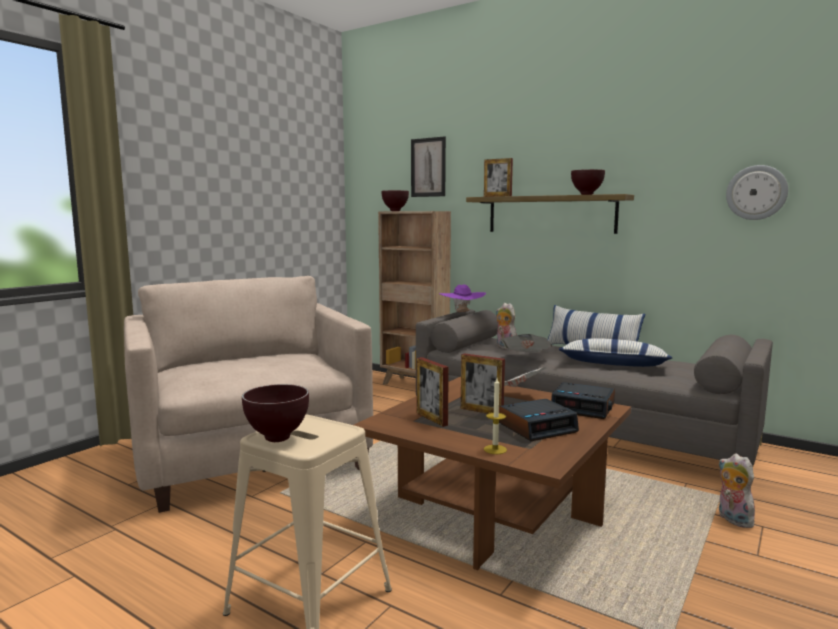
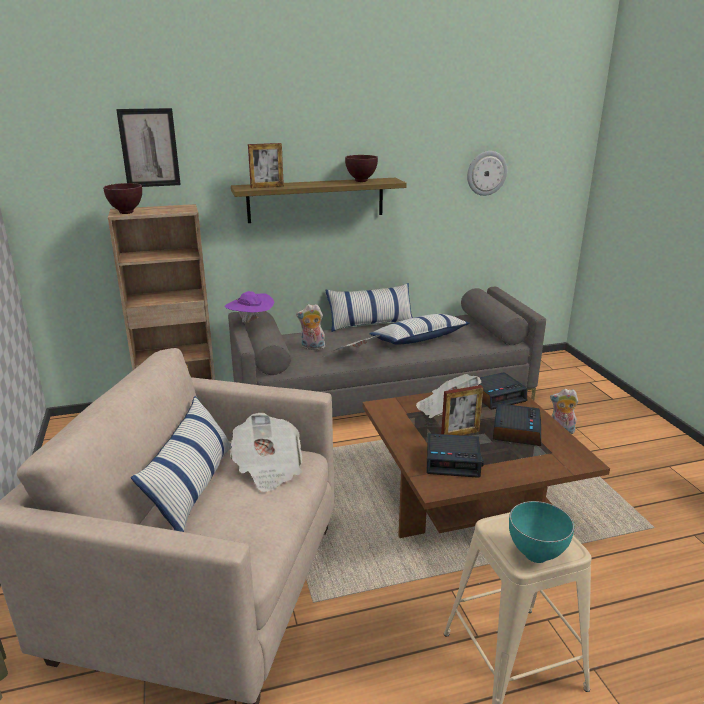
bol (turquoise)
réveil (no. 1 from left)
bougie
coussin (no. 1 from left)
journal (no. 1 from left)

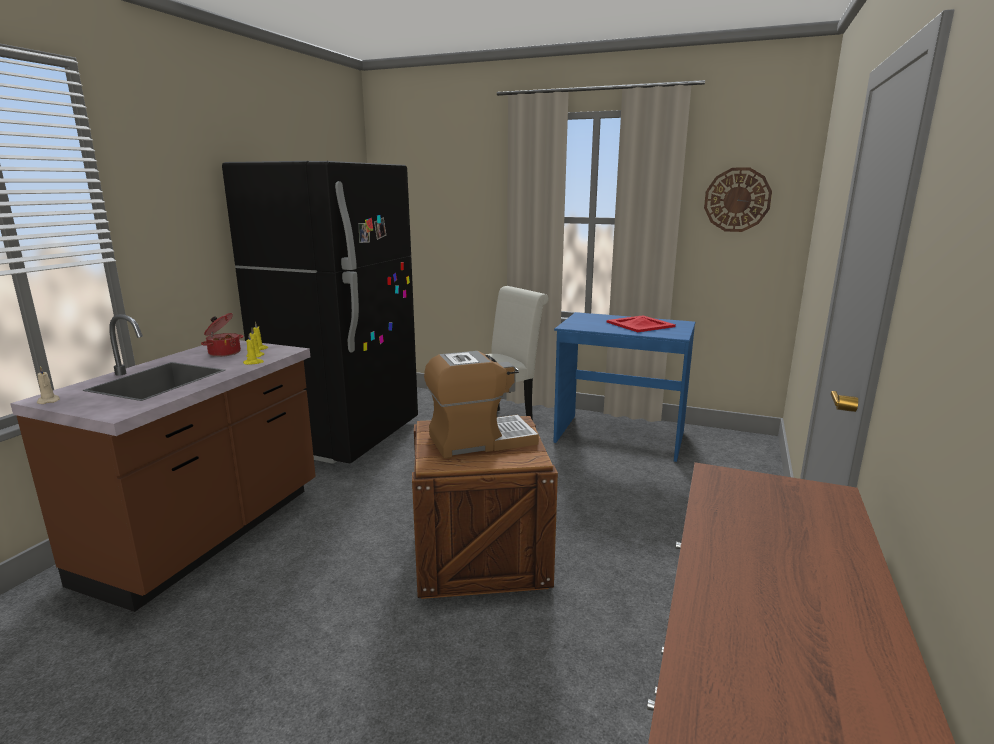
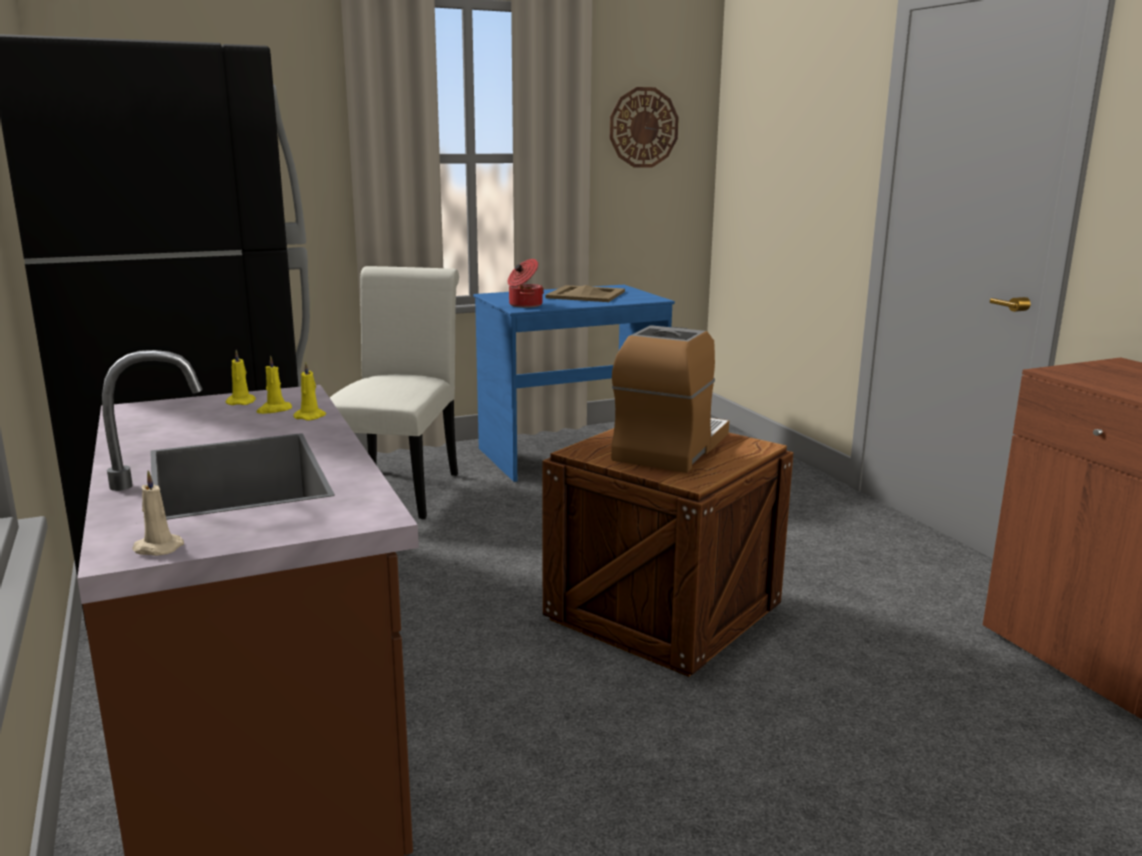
marmite
plateau (beige)

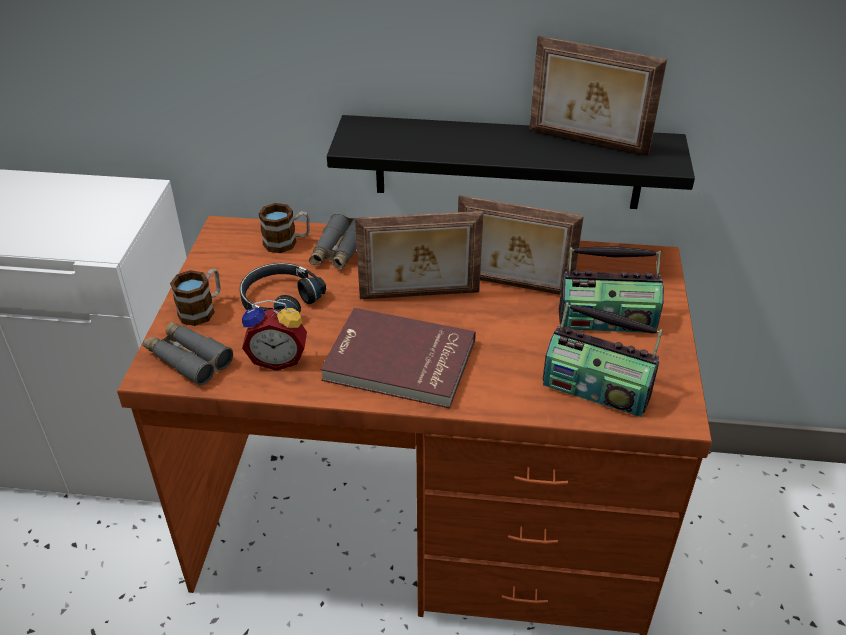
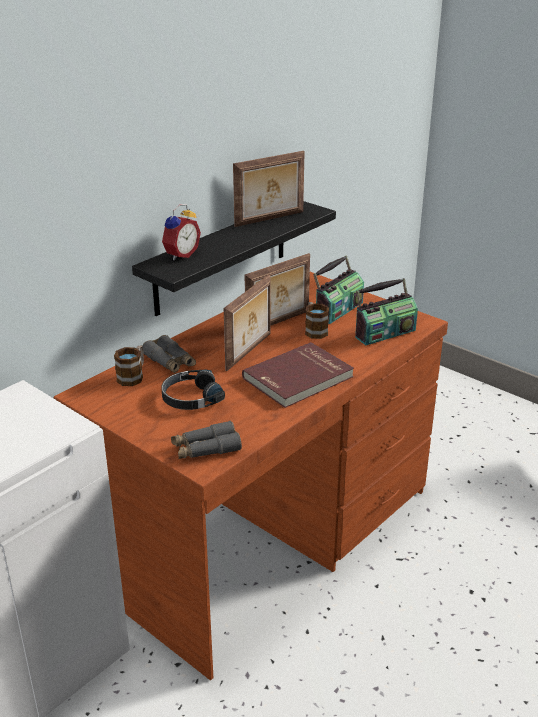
mug (no. 2 from left)
réveil

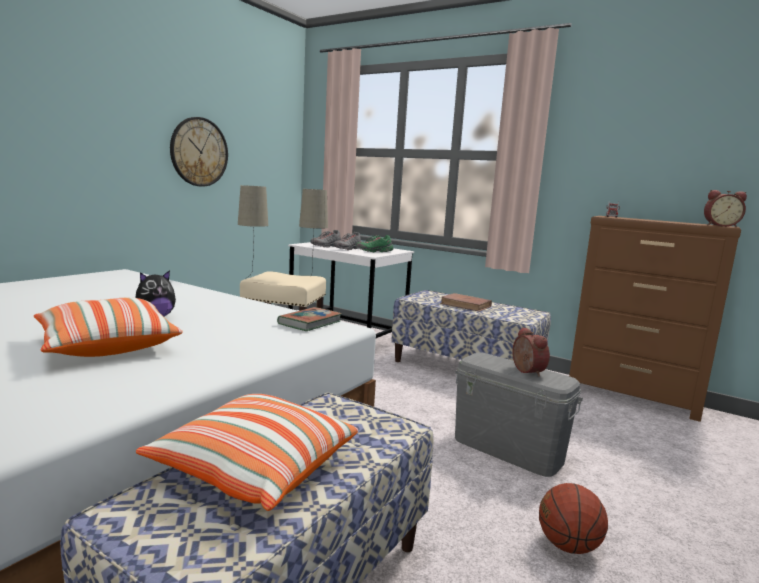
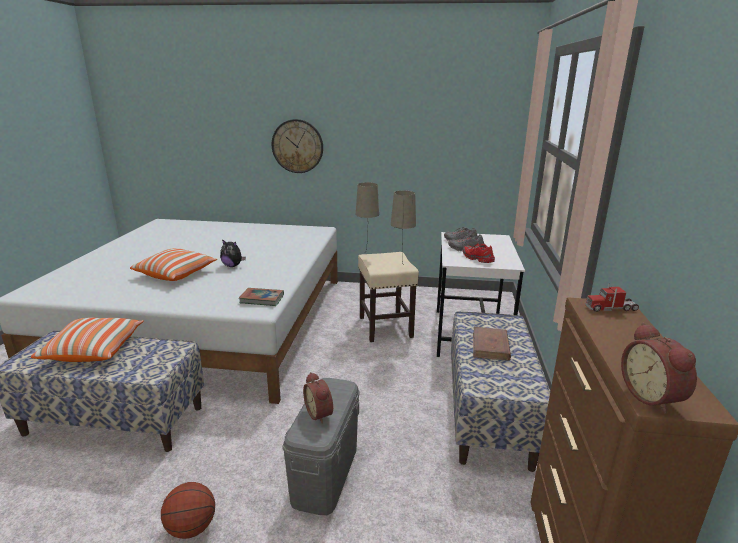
horloge murale
chaussure (rouge)
réveil (no. 1 from left)

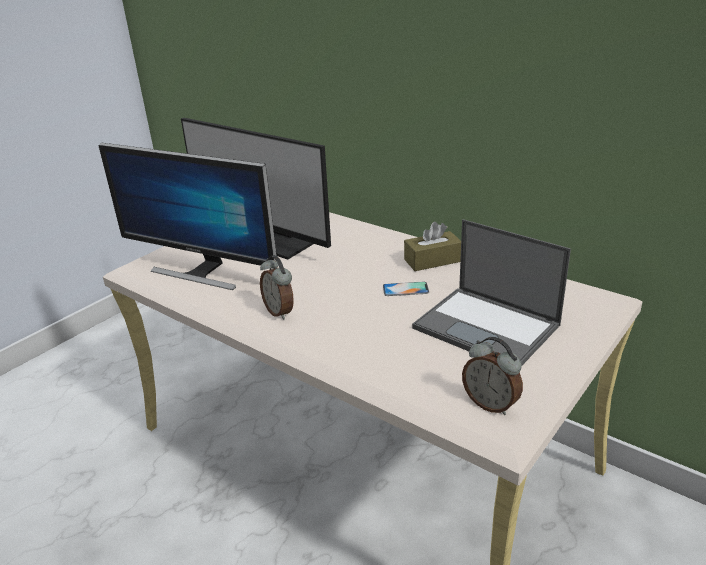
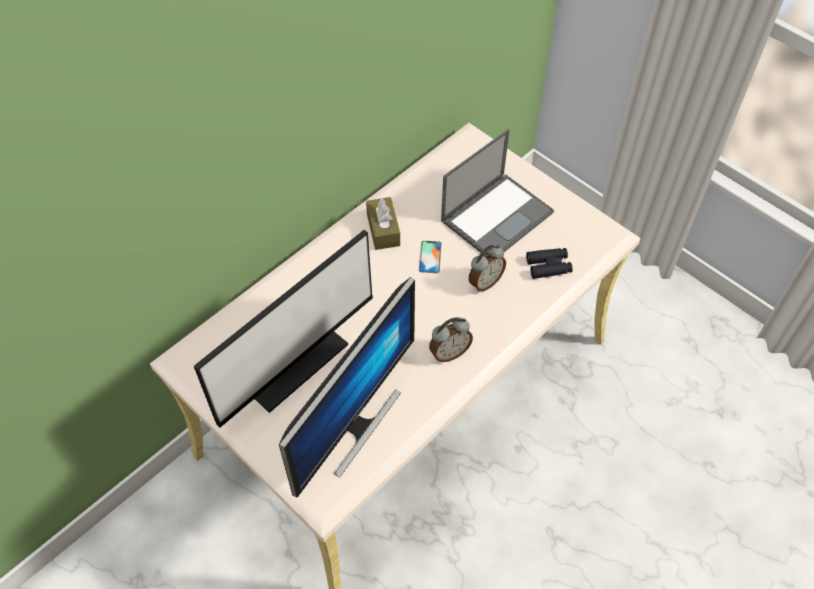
réveil (no. 2 from left)
jumelles (noir)

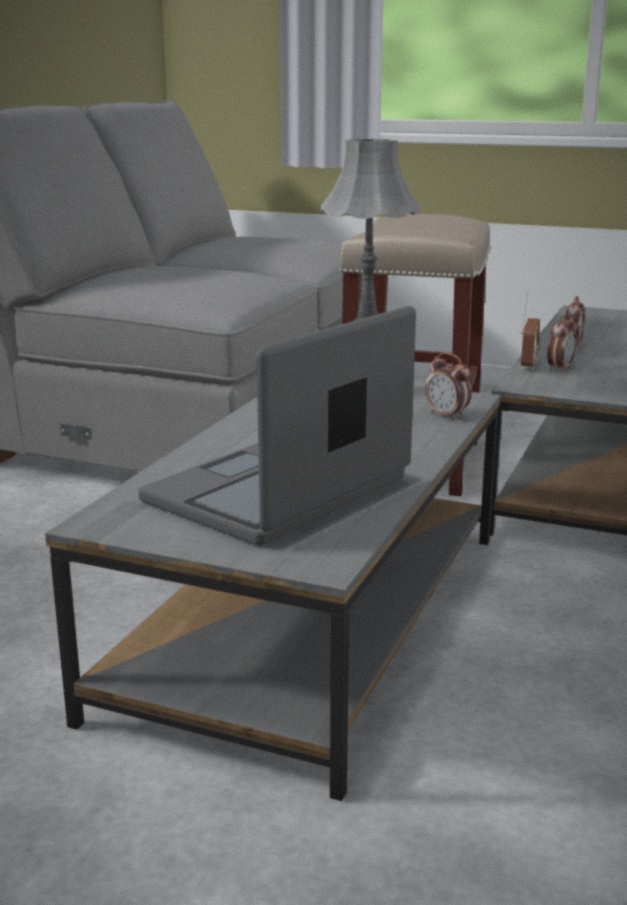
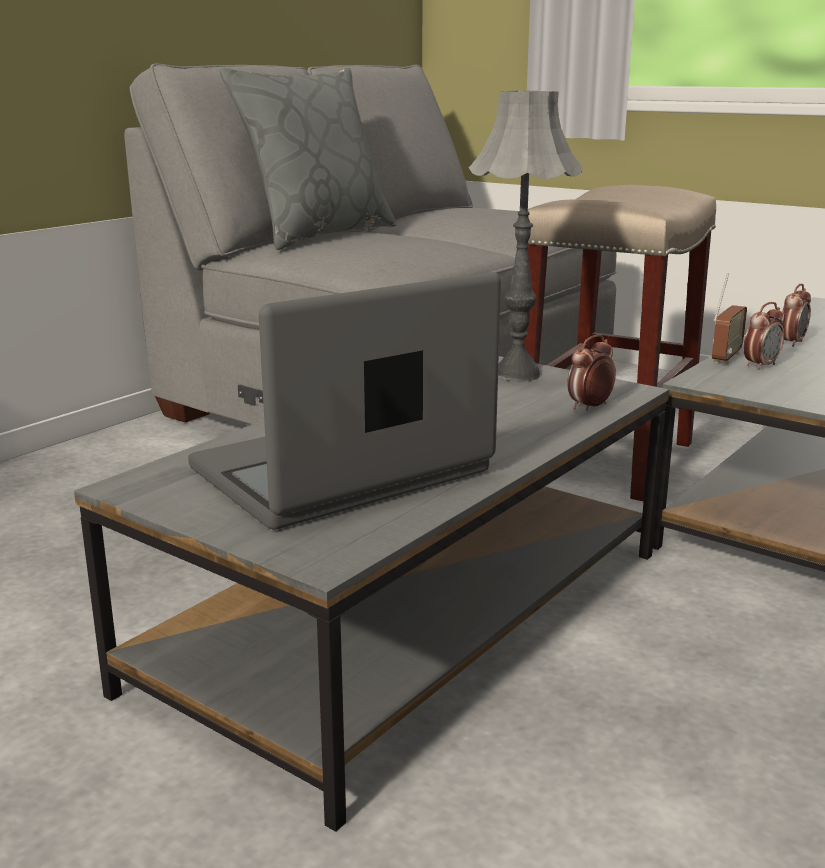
réveil (no. 1 from left)
coussin (gris)

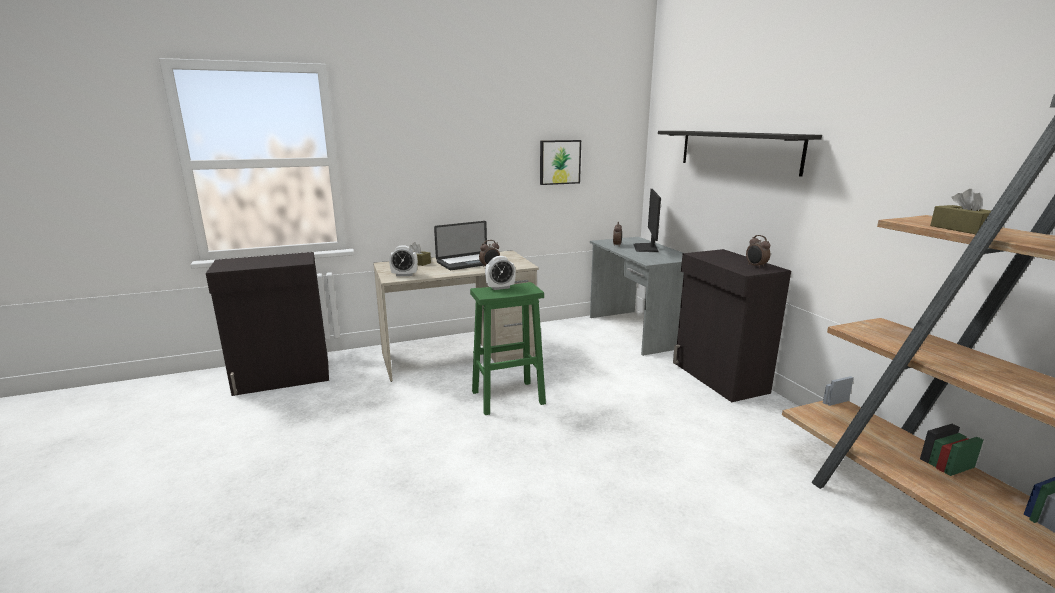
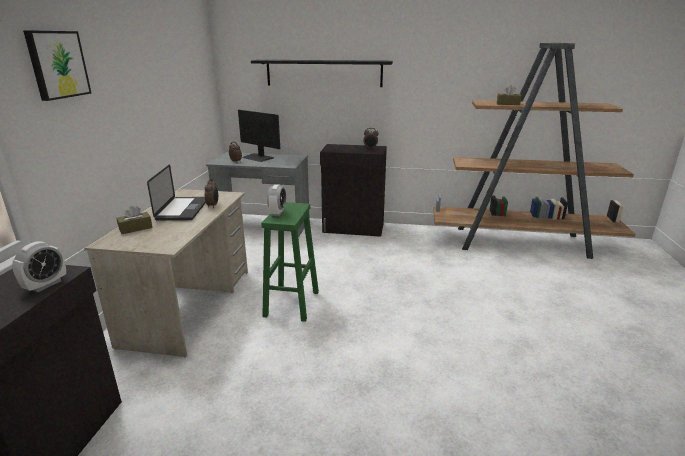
réveil (no. 1 from left)
tableau

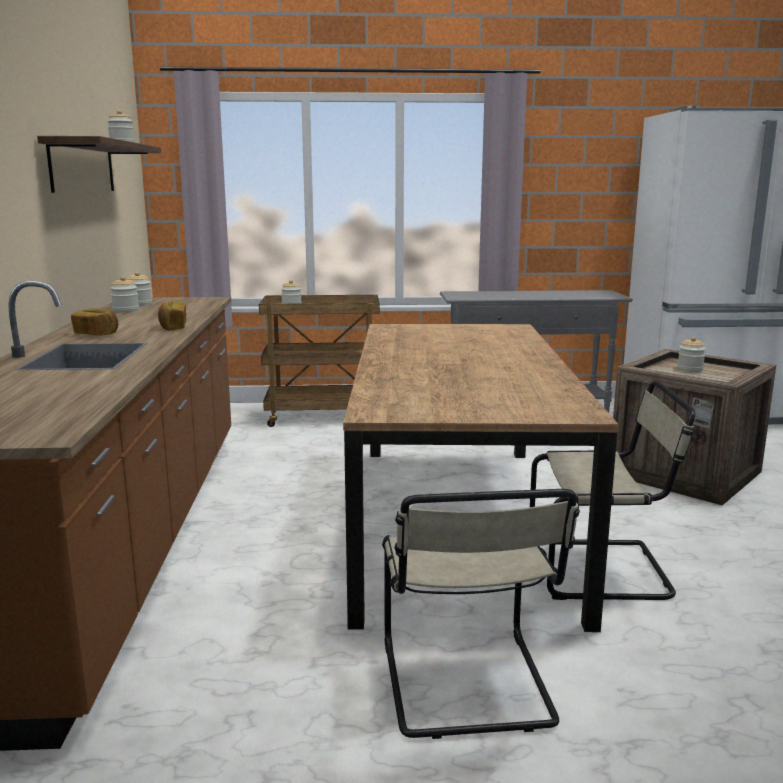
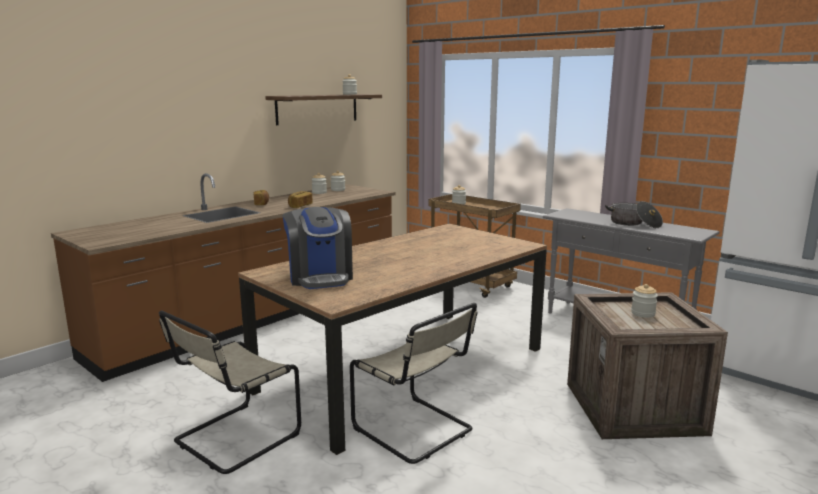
machine à café
marmite

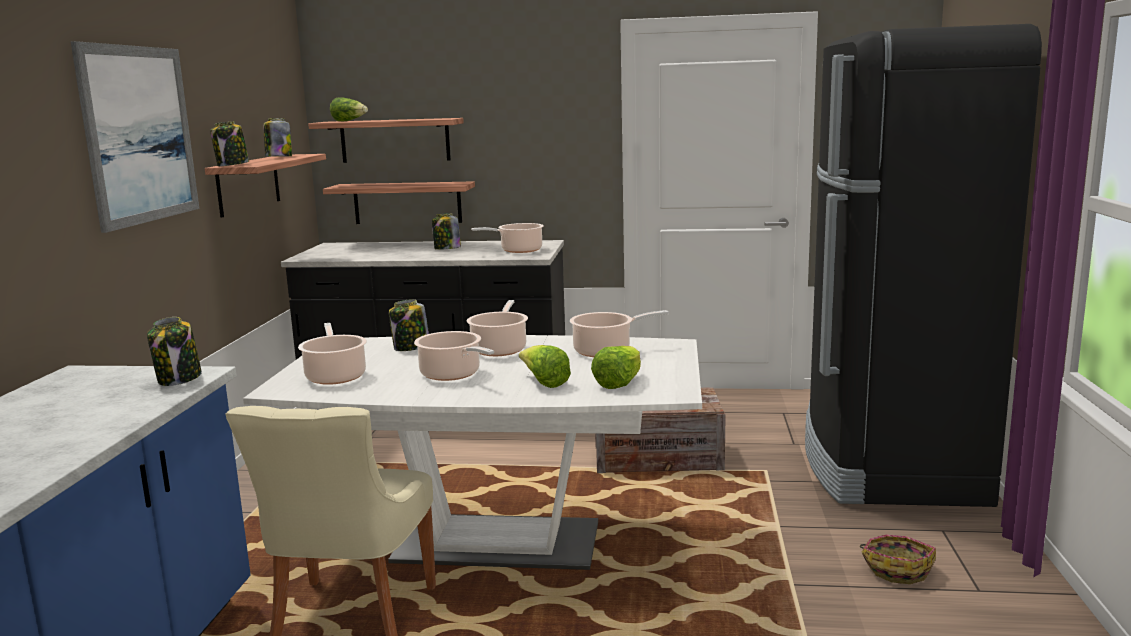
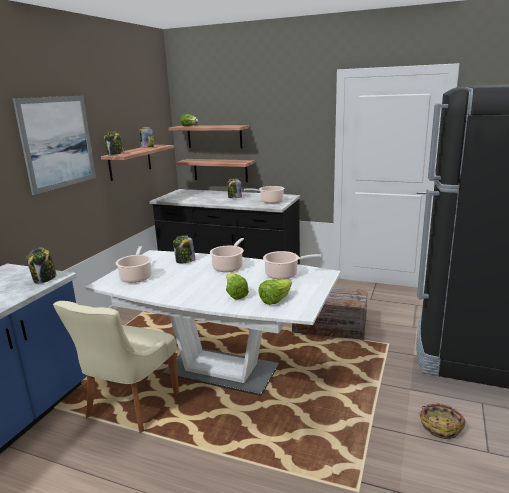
marmite (no. 2 from left in the first image)

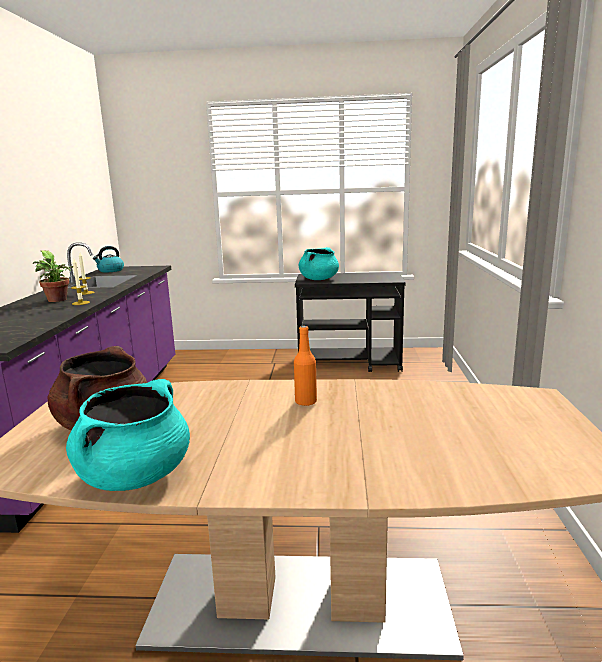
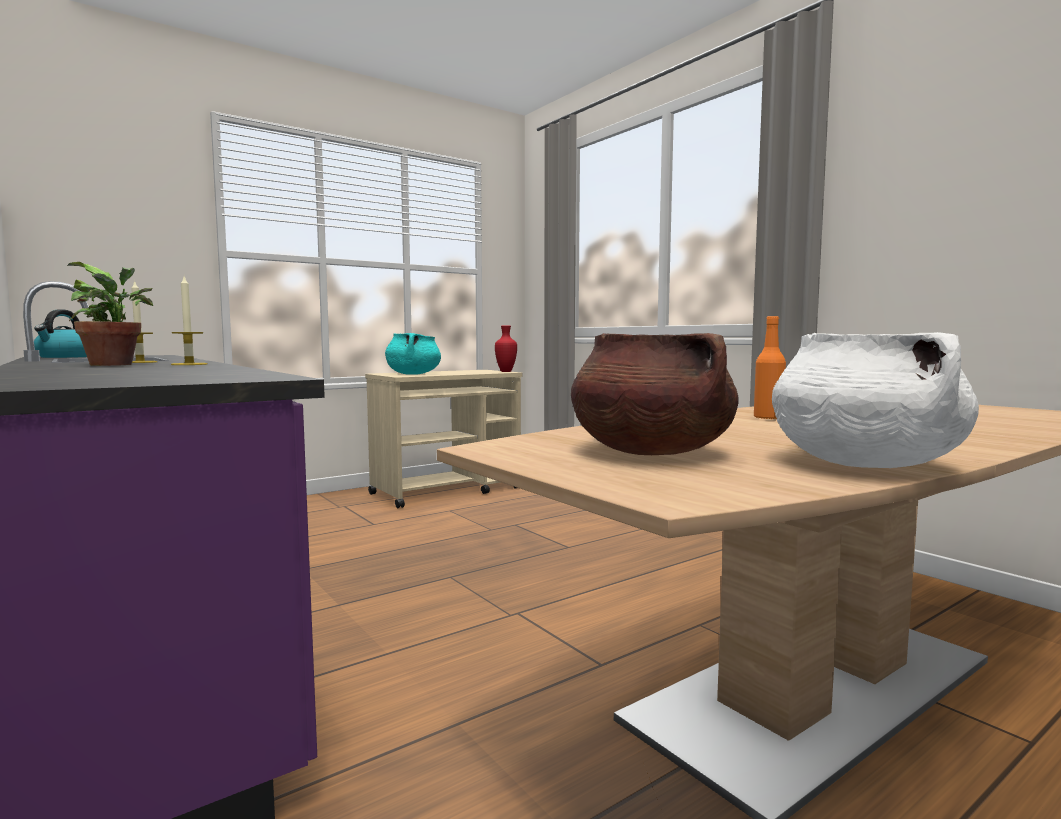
marmite (blanc)
chariot (beige)
vase (rouge)

